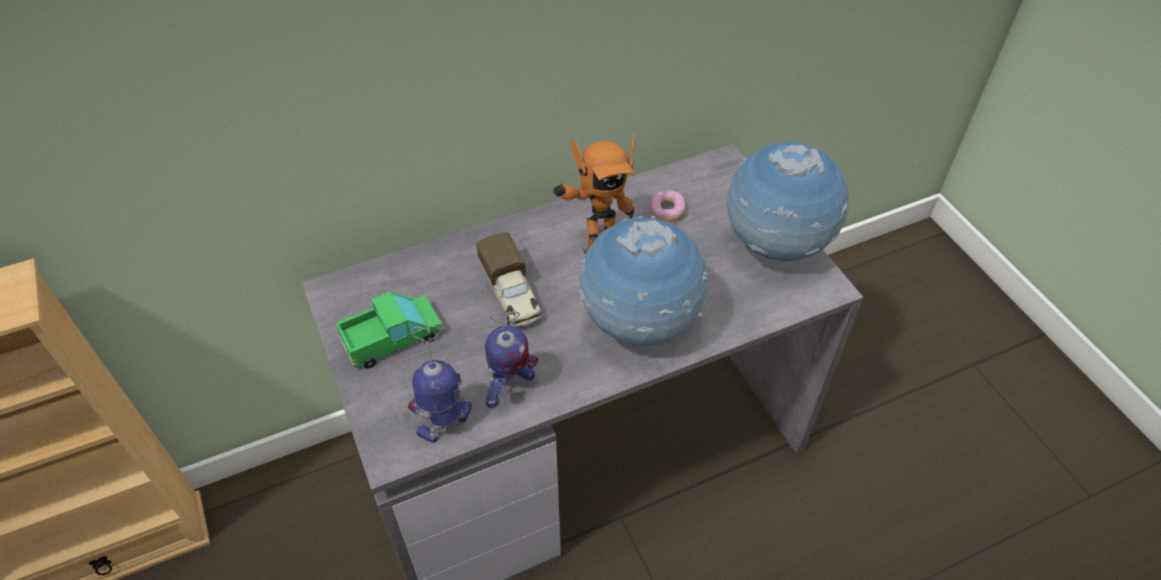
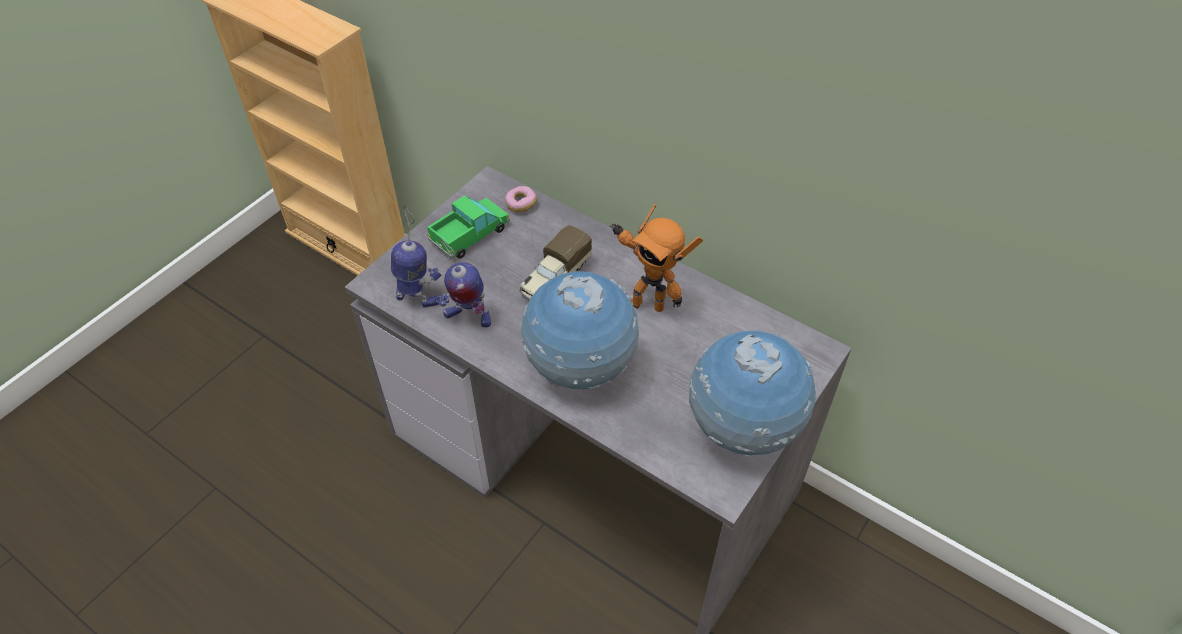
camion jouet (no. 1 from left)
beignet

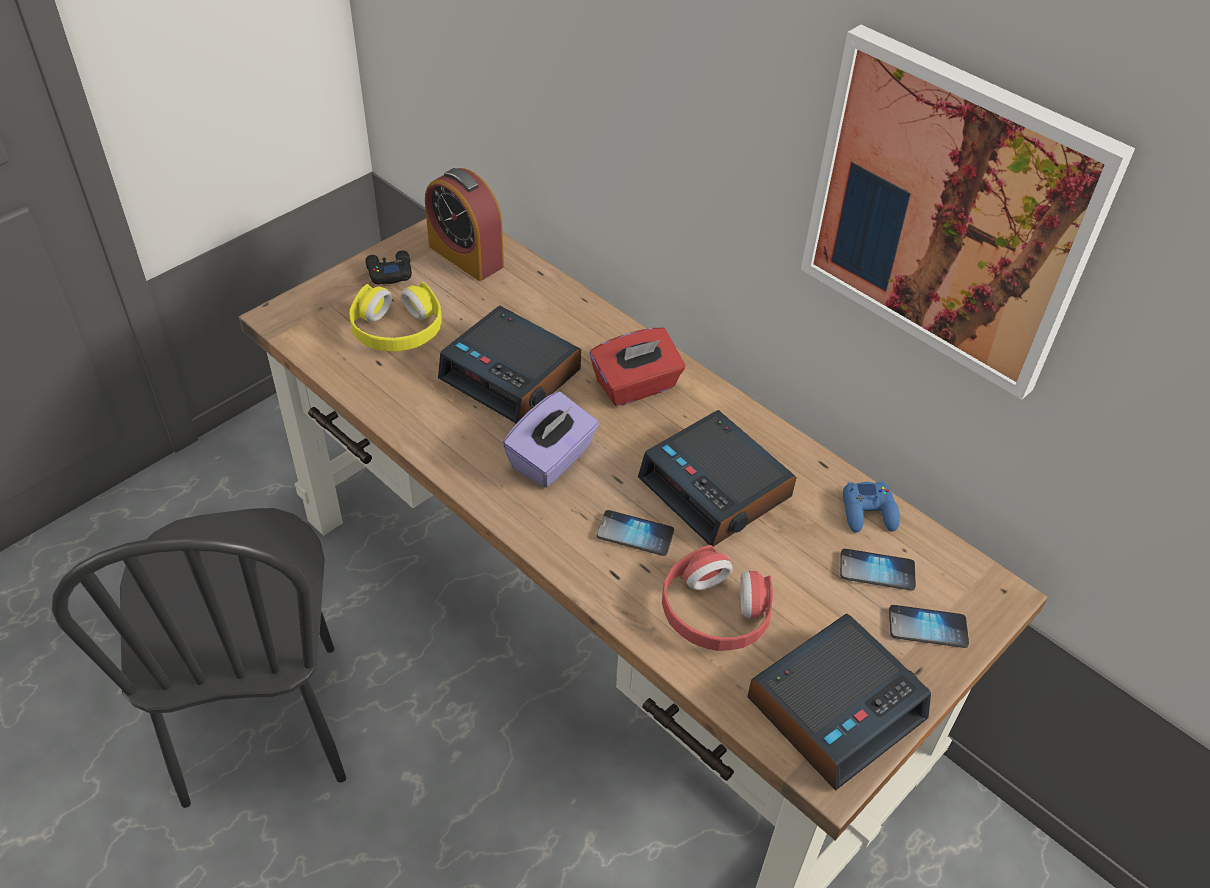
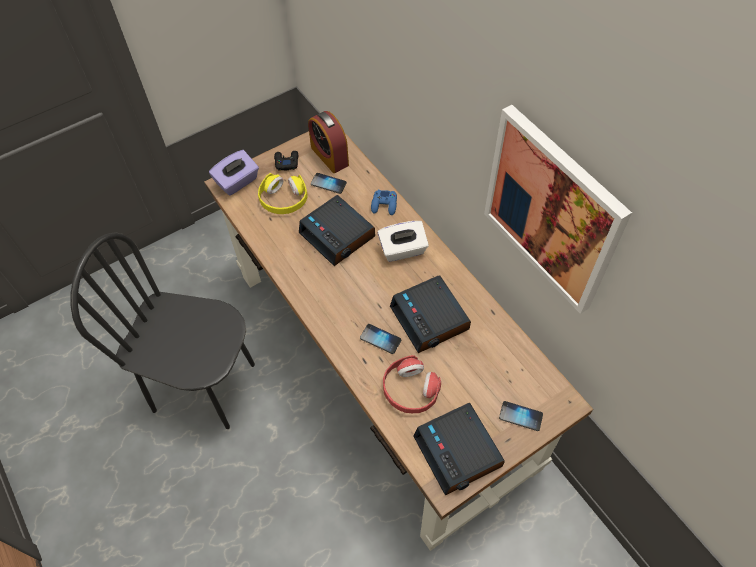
chaise (noir)
boîte à mouchoirs (violet)
boîte à mouchoirs (blanc)
réveil (no. 4 from left)
téléphone (no. 1 from left)
manette (bleu)

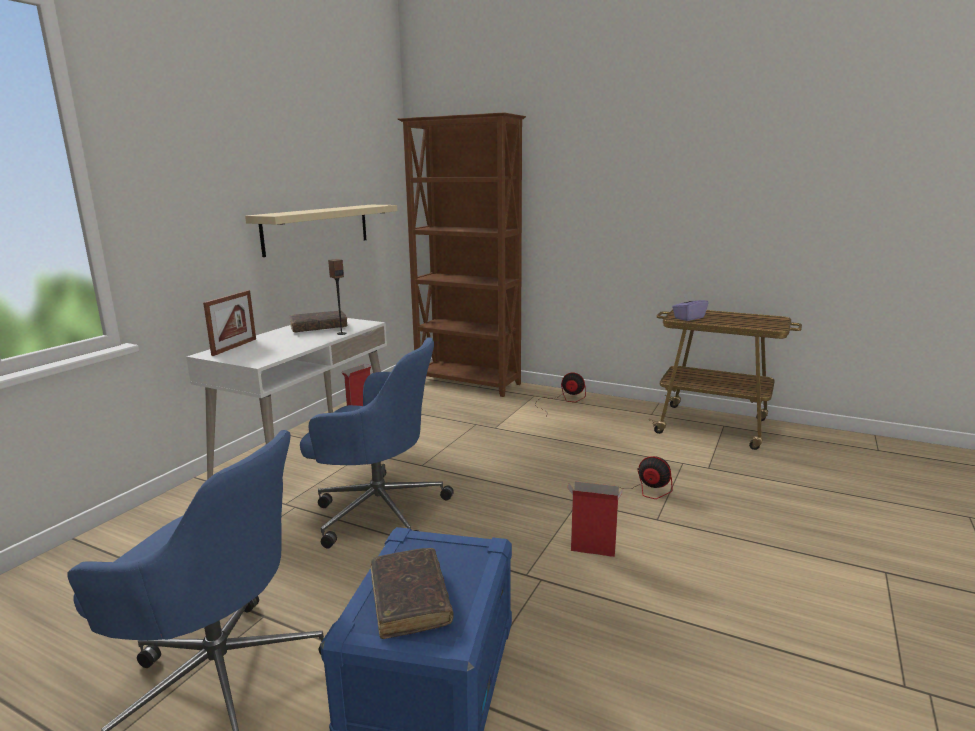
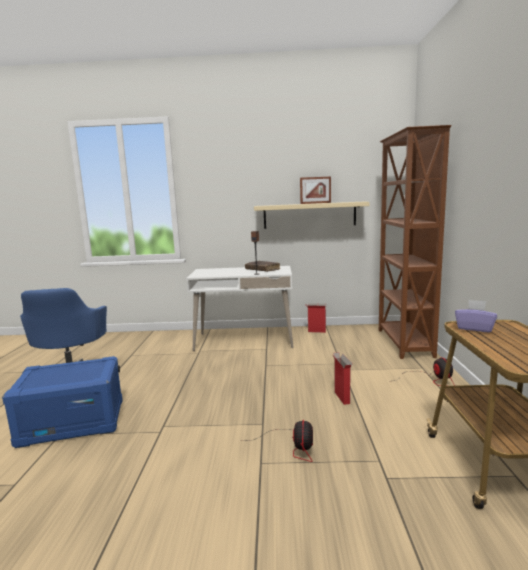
cadre photo
chaise de bureau (bleu) (no. 2 from left in the first image)
livre (marron) (no. 2 from left in the first image)
carton (no. 2 from left)

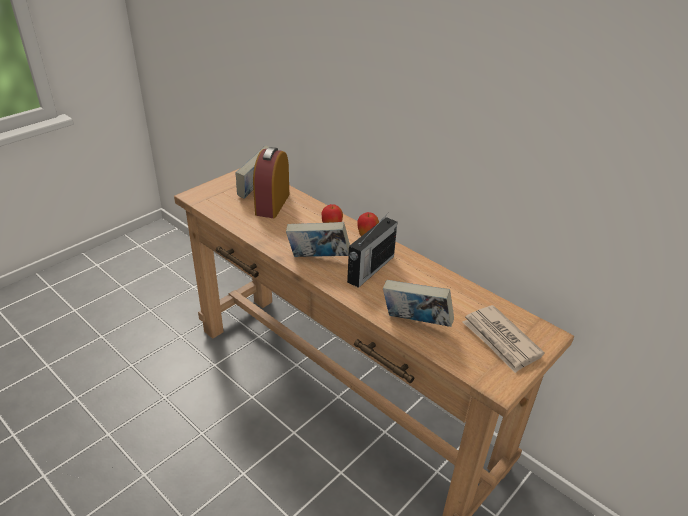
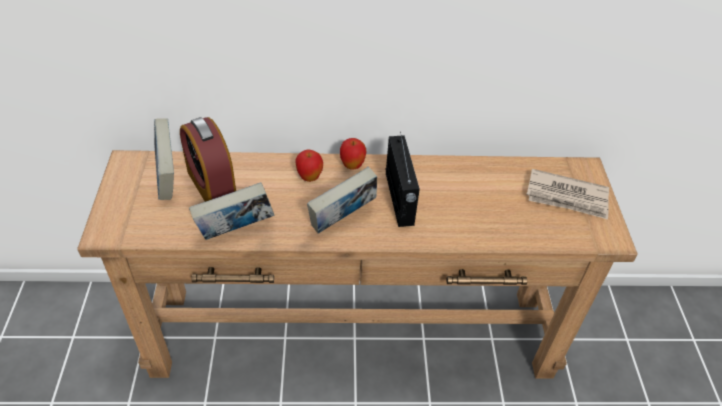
livre (no. 2 from left)

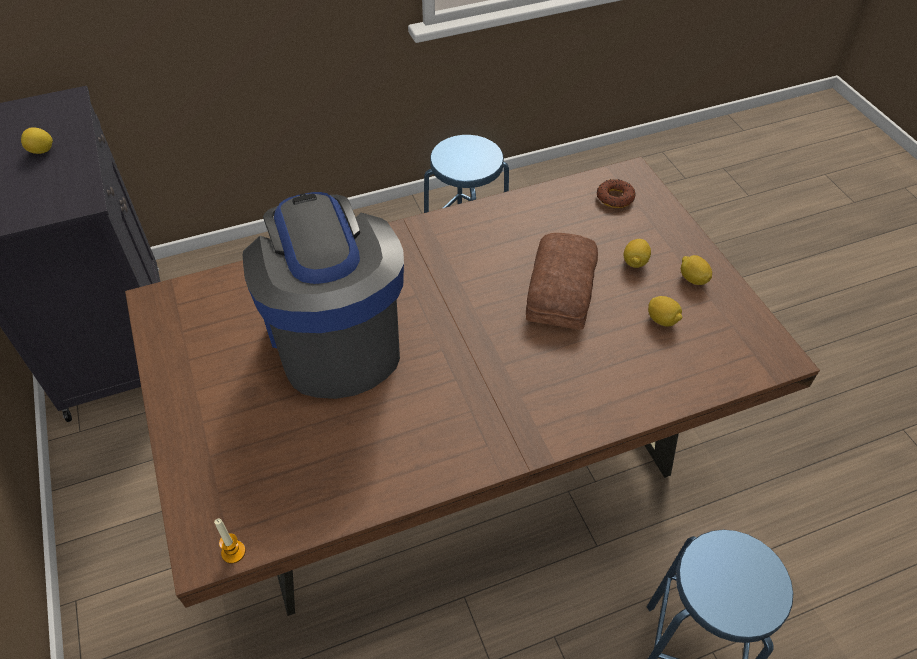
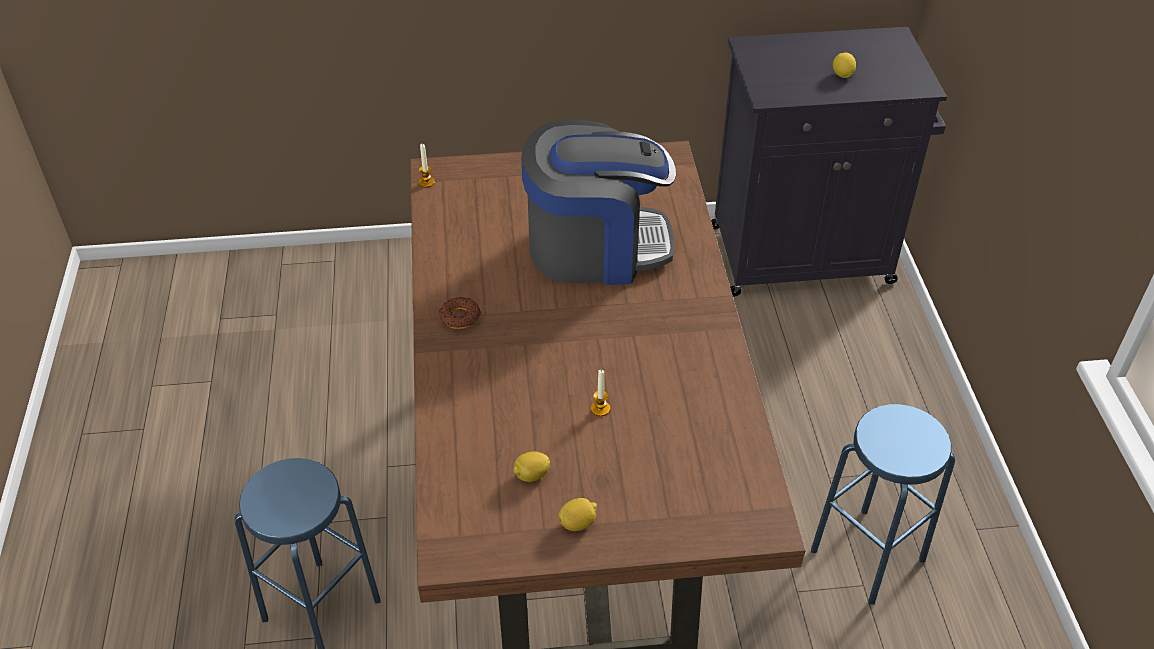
bougie (no. 2 from left)
beignet
citron (no. 2 from left in the first image)

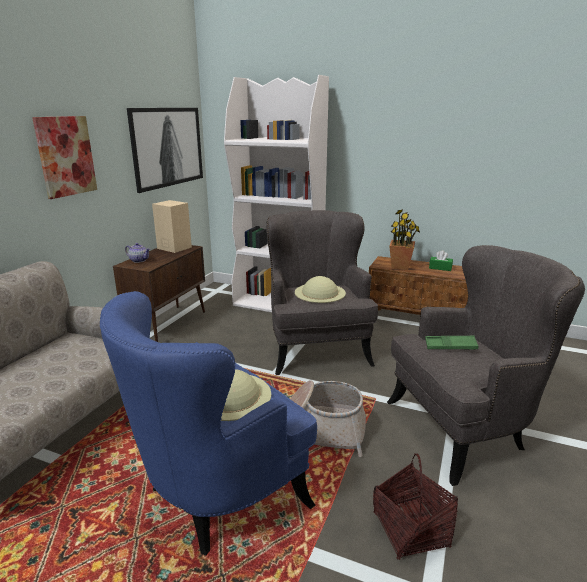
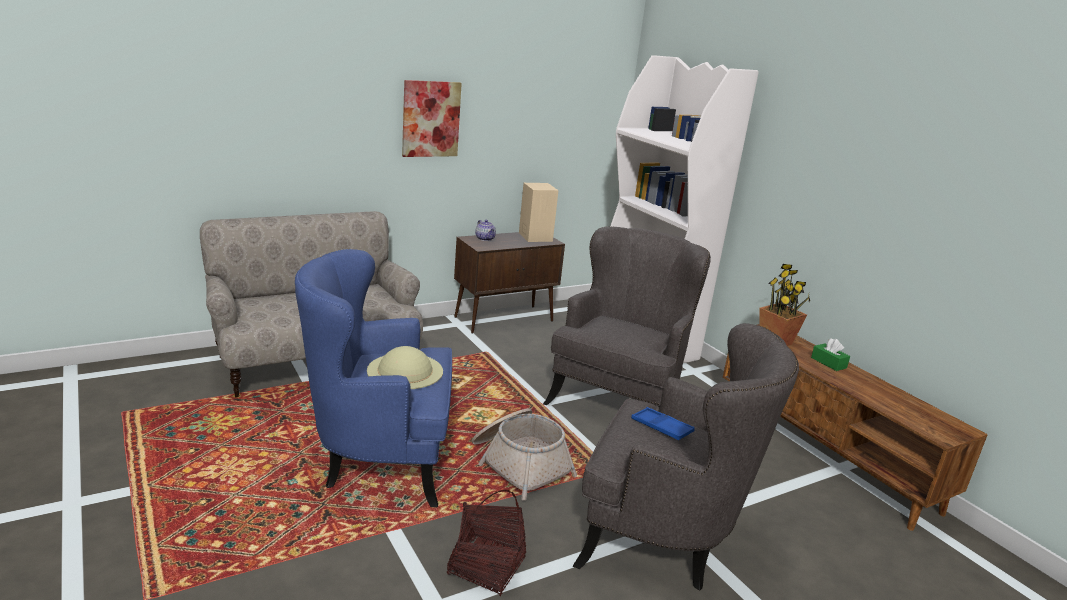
tableau (no. 2 from left in the first image)
chapeau (beige) (no. 2 from left in the first image)
plateau (bleu)

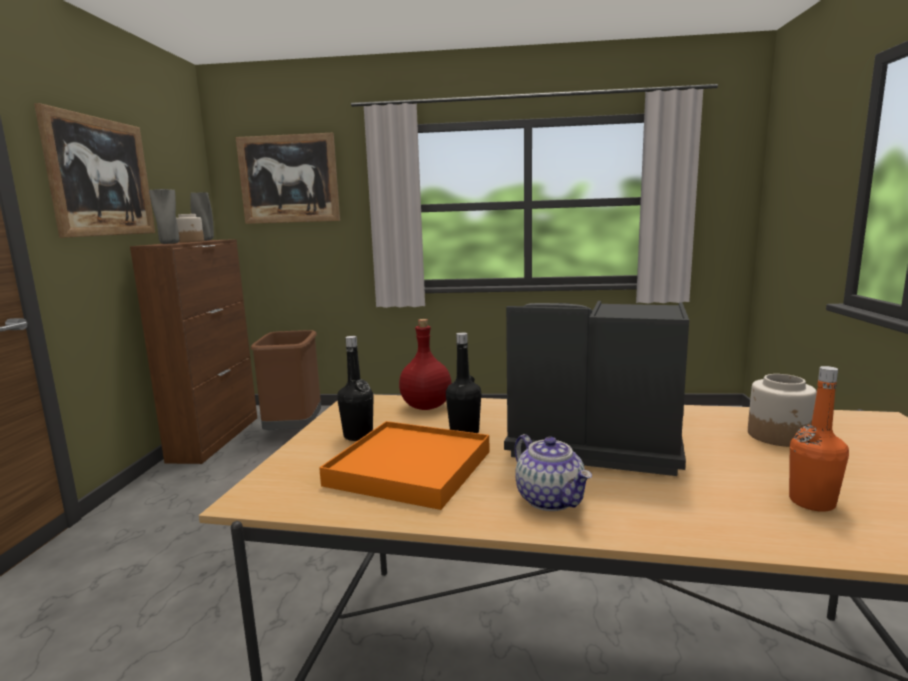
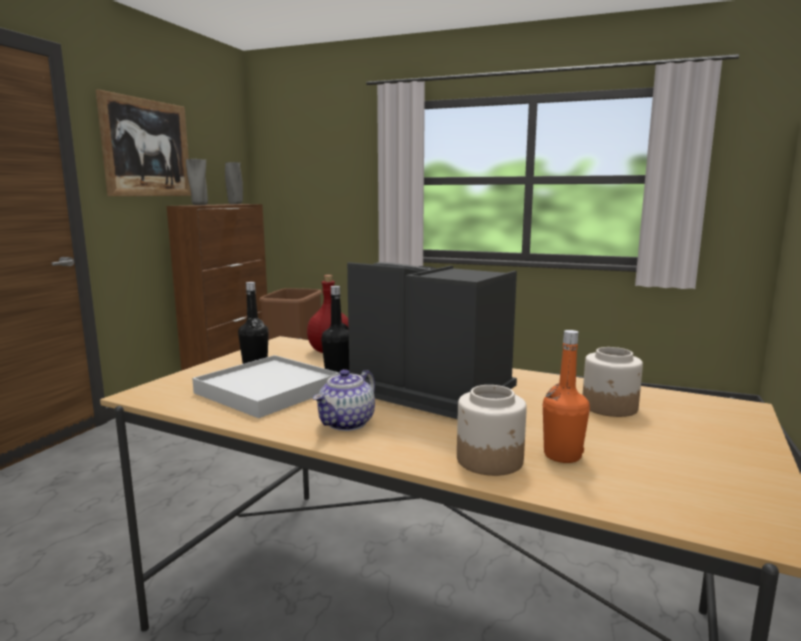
bocal (no. 1 from left)
tableau (no. 2 from left in the first image)
plateau (blanc)
théière

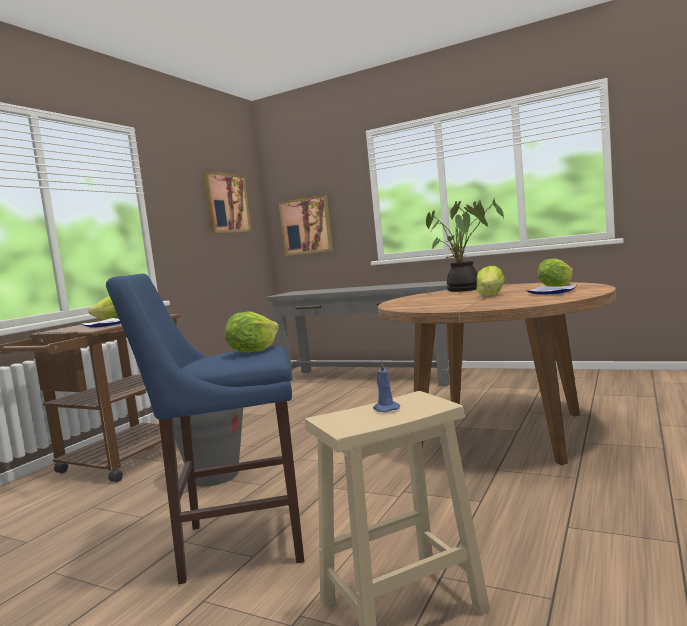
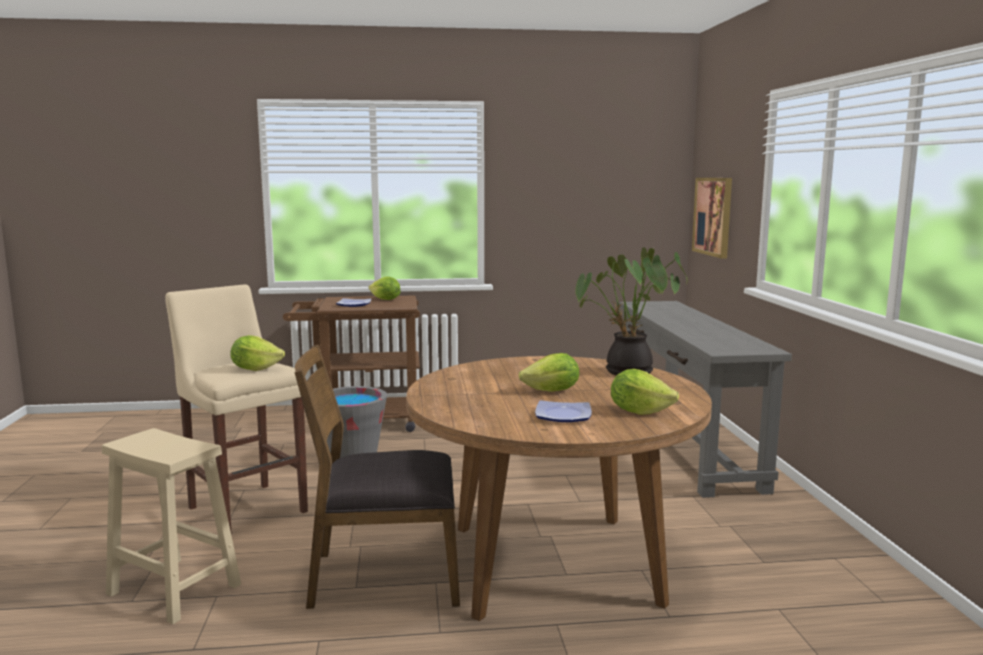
tabouret (beige) (no. 2 from left)
tableau (no. 1 from left in the first image)
bougie (bleu)
chaise (marron)

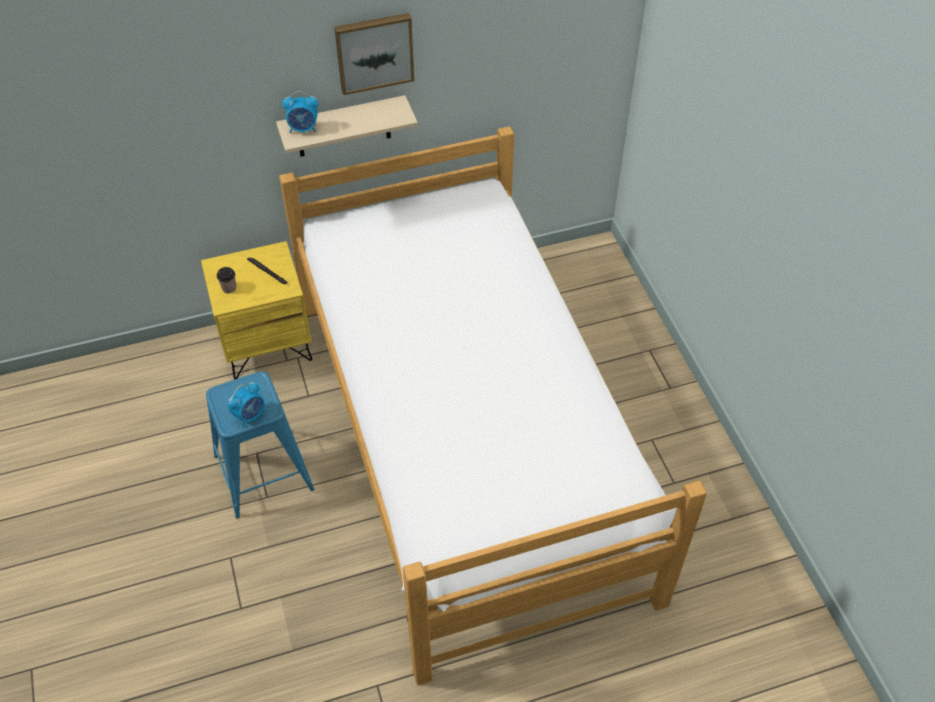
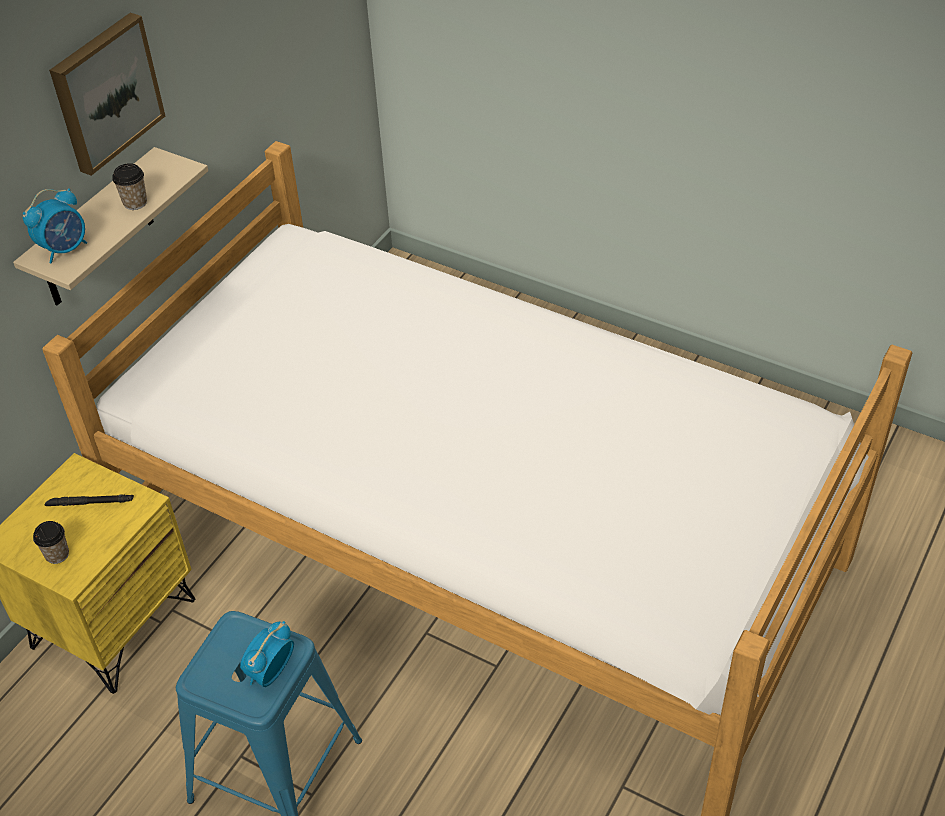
réveil (no. 2 from left)
tasse (no. 2 from left)

